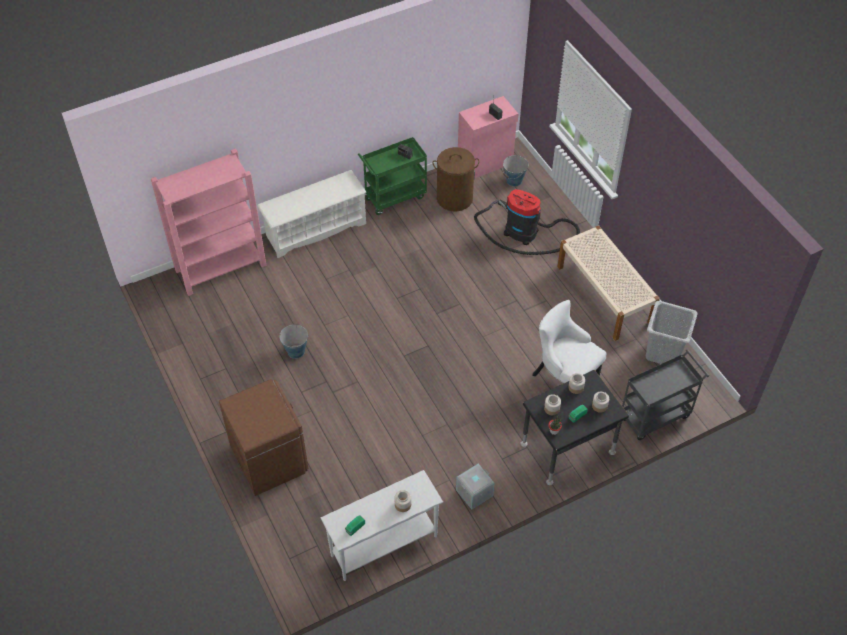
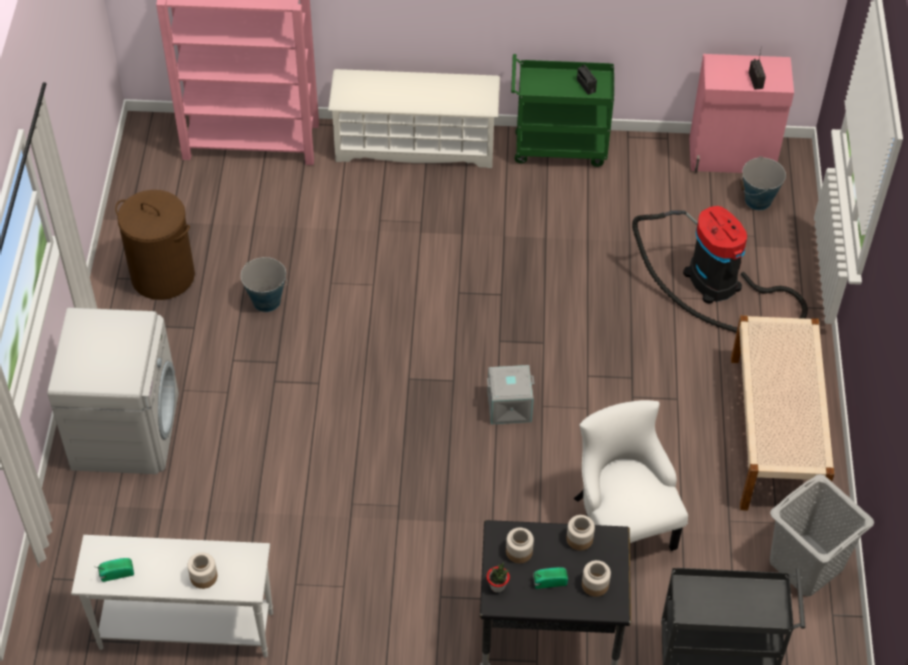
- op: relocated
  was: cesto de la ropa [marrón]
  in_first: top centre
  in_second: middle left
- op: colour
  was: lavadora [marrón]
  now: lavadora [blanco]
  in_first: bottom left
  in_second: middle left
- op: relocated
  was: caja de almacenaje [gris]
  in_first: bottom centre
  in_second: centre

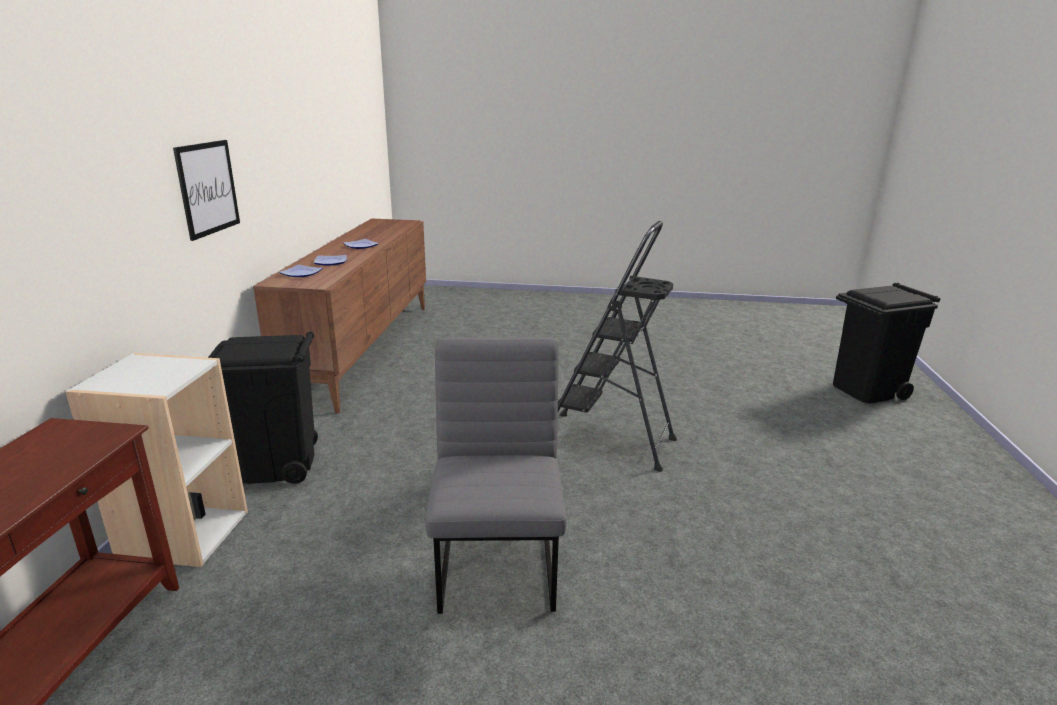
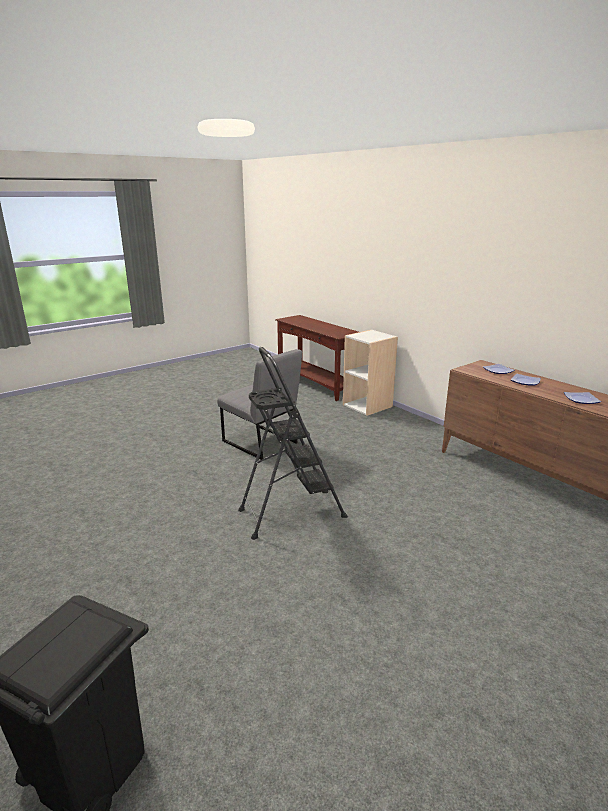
- op: missing
  was: cuadro
  in_first: top left
- op: missing
  was: papelera [negro] (no. 1 from left)
  in_first: middle left

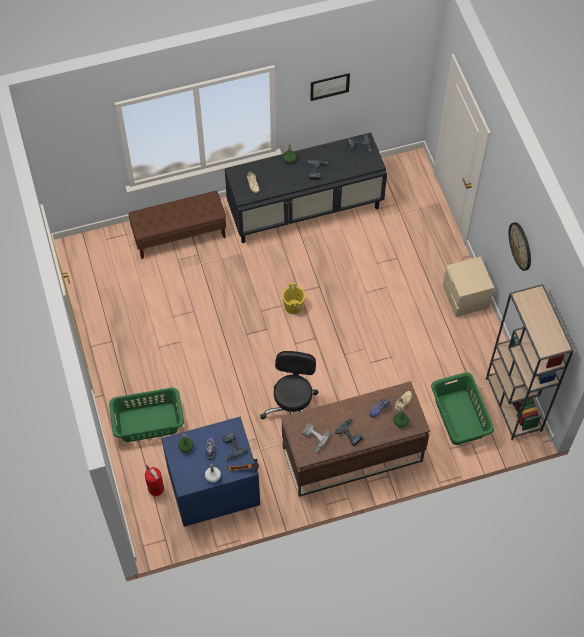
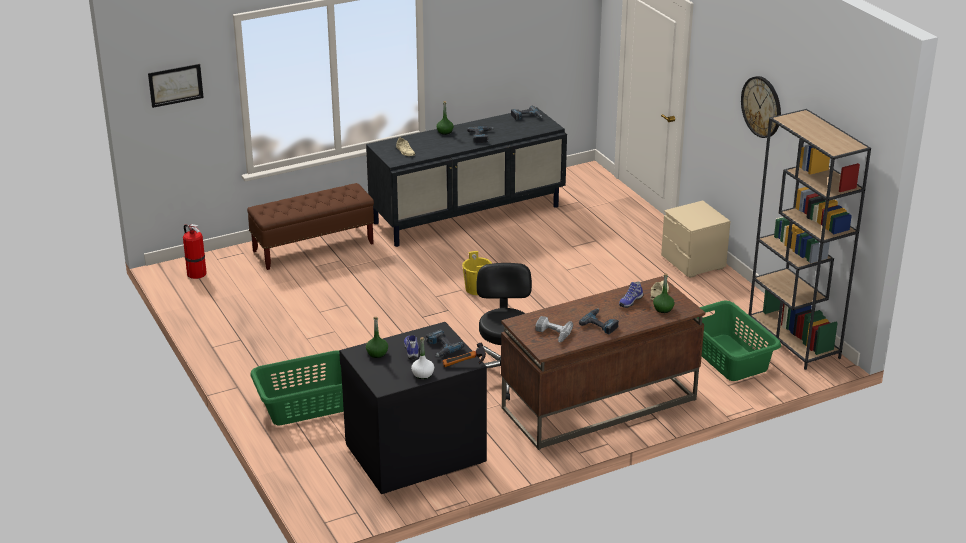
- op: relocated
  was: cuadro
  in_first: top centre
  in_second: top left
- op: colour
  was: lavadora [azul]
  now: lavadora [negro]
  in_first: bottom centre
  in_second: bottom centre
- op: relocated
  was: extintor
  in_first: bottom left
  in_second: middle left

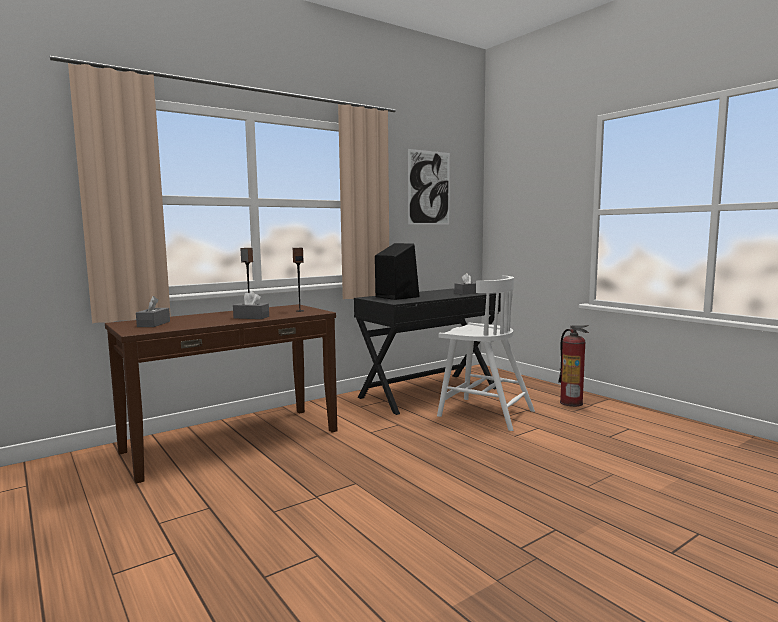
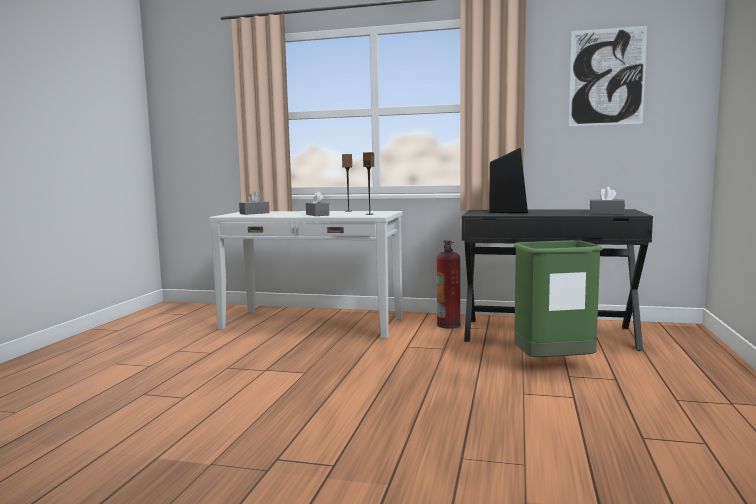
- op: exchanged
  was: silla [blanco]
  now: papelera [verde]
  in_first: centre
  in_second: middle right
- op: colour
  was: mesa consola [marrón]
  now: mesa consola [blanco]
  in_first: middle left
  in_second: centre
- op: relocated
  was: extintor
  in_first: middle right
  in_second: centre

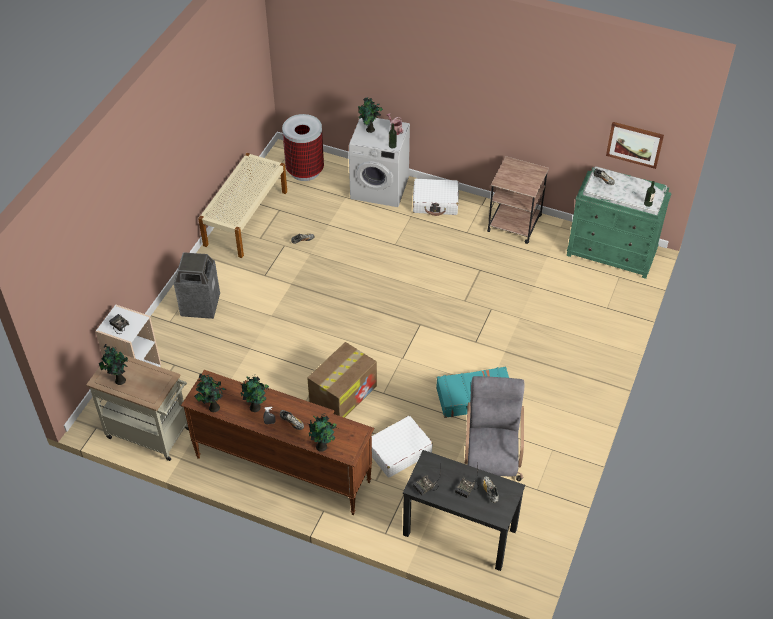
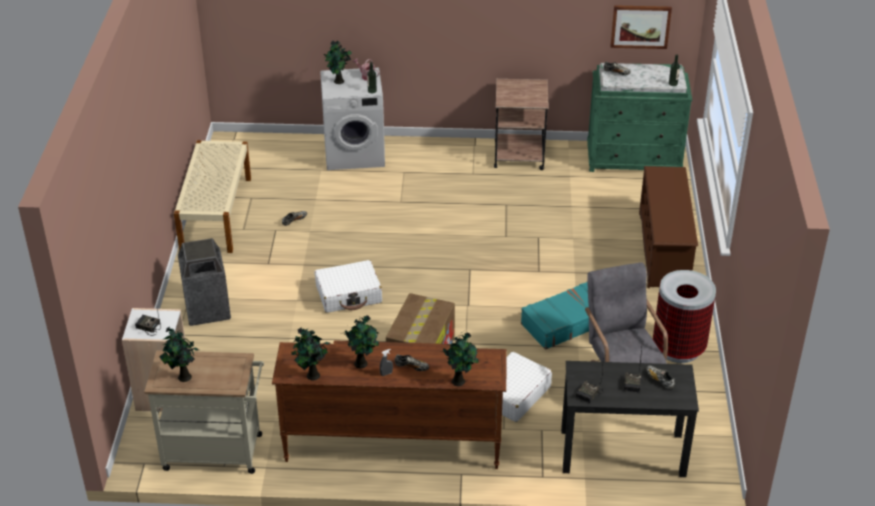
- op: relocated
  was: papelera (no. 2 from left)
  in_first: top centre
  in_second: middle right
- op: relocated
  was: maleta [blanco] (no. 2 from left in the first image)
  now: maleta [blanco] (no. 1 from left)
  in_first: top centre
  in_second: centre
- op: appeared
  now: zapatero [marrón]
  in_second: middle right

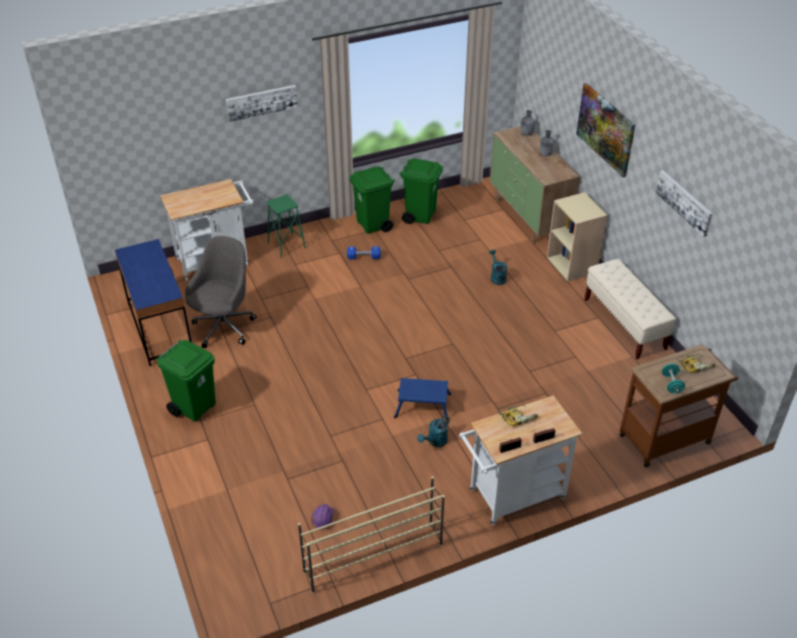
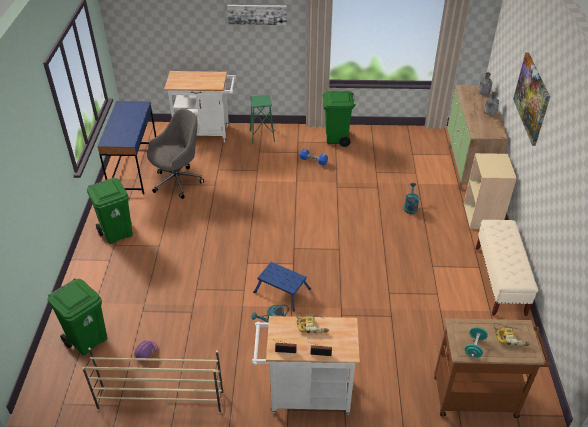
- op: relocated
  was: papelera [verde] (no. 3 from left in the first image)
  now: papelera [verde] (no. 1 from left)
  in_first: top centre
  in_second: bottom left
- op: missing
  was: cuadro (no. 3 from left)
  in_first: top right

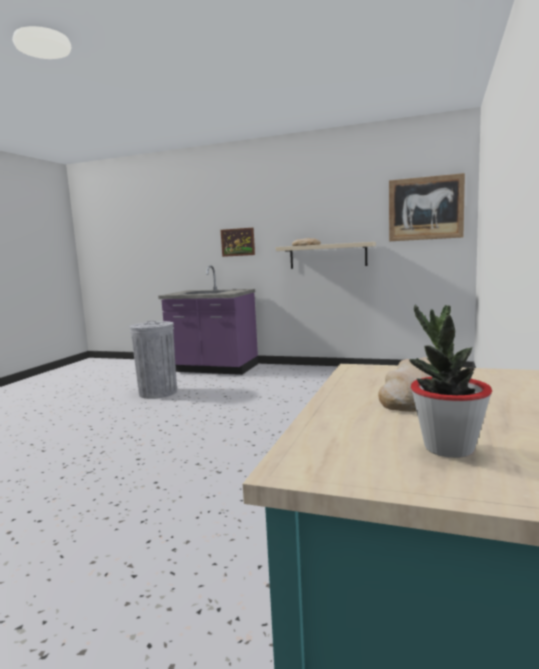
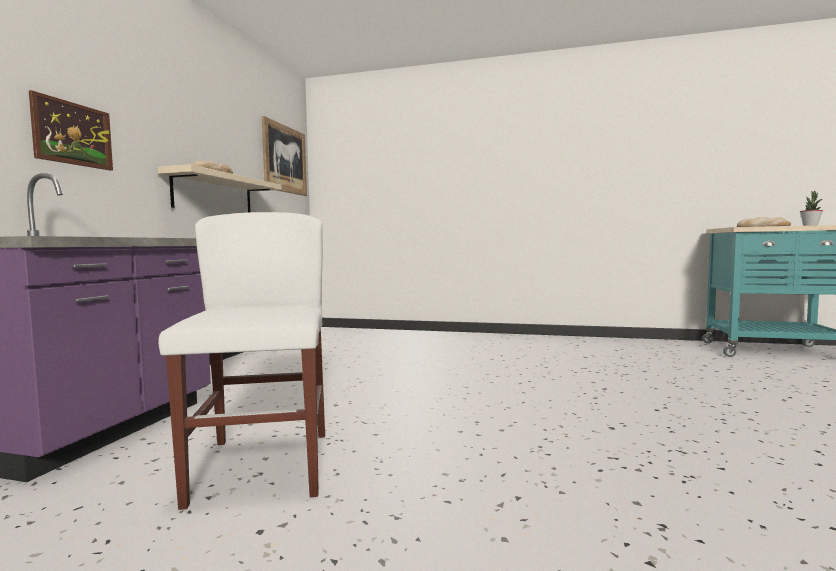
- op: exchanged
  was: papelera [gris]
  now: silla [blanco]
  in_first: middle left
  in_second: middle left

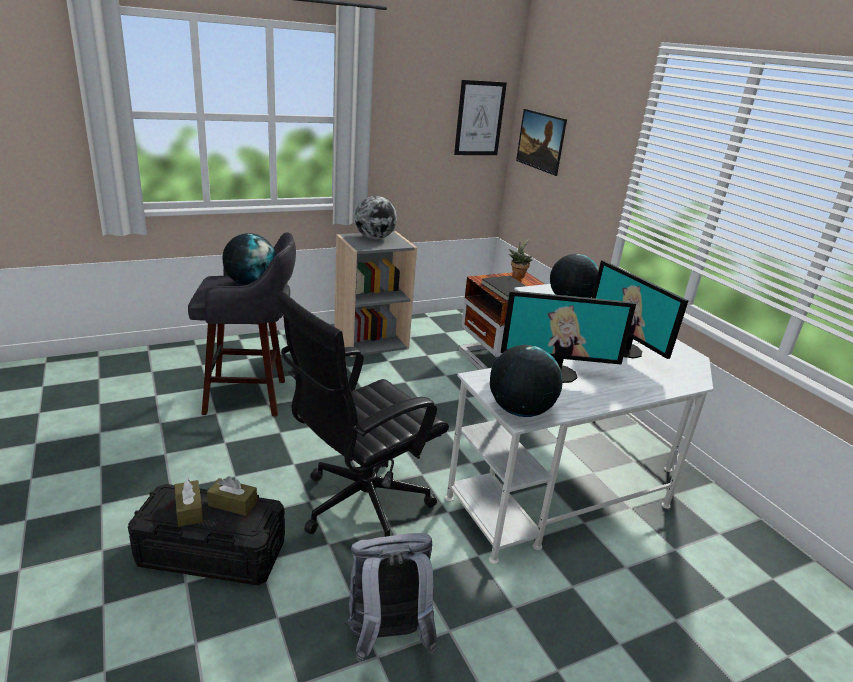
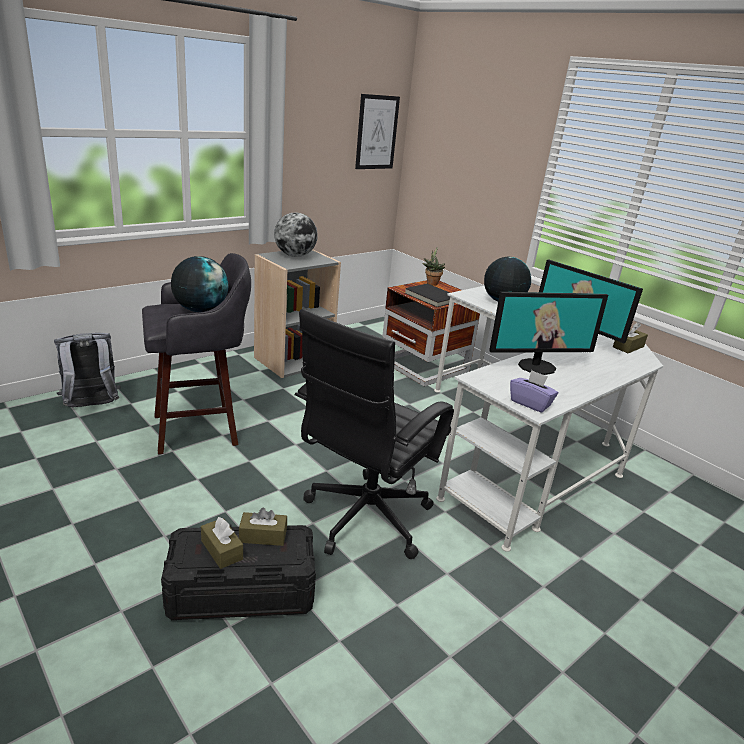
- op: missing
  was: cuadro (no. 2 from left)
  in_first: top centre
- op: exchanged
  was: globo terráqueo (no. 3 from left)
  now: caja de pañuelos [morado]
  in_first: centre
  in_second: middle right
- op: relocated
  was: mochila [gris]
  in_first: bottom centre
  in_second: middle left
- op: appeared
  now: caja de pañuelos [marrón] (no. 3 from left)
  in_second: middle right

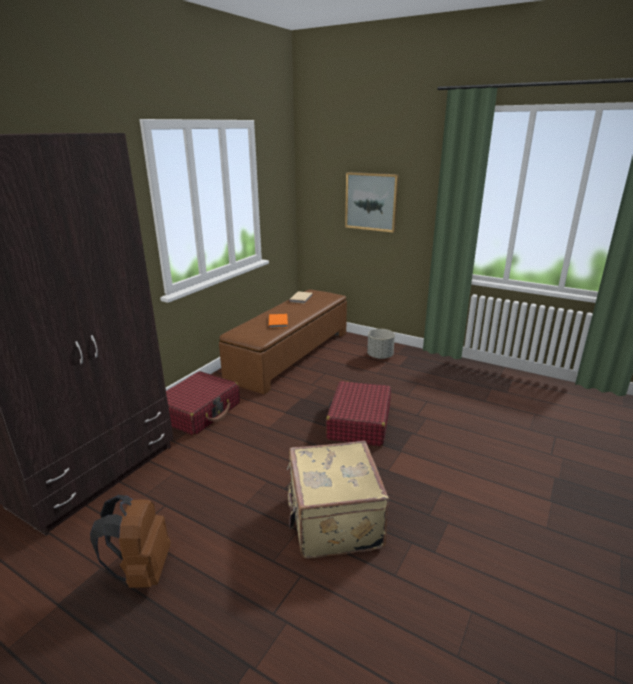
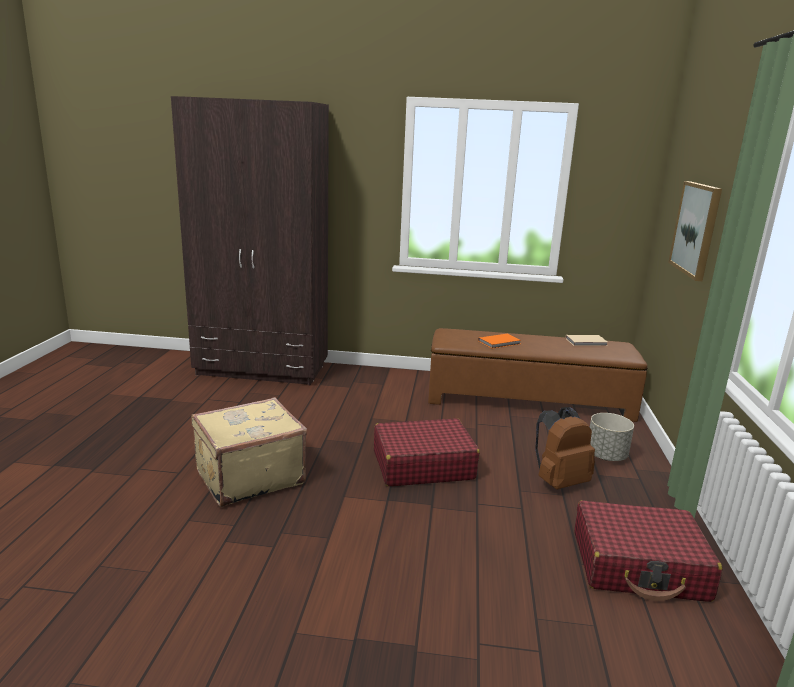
- op: relocated
  was: maleta [rojo] (no. 1 from left in the first image)
  now: maleta [rojo] (no. 2 from left)
  in_first: middle left
  in_second: bottom right
- op: relocated
  was: mochila [marrón]
  in_first: bottom left
  in_second: middle right

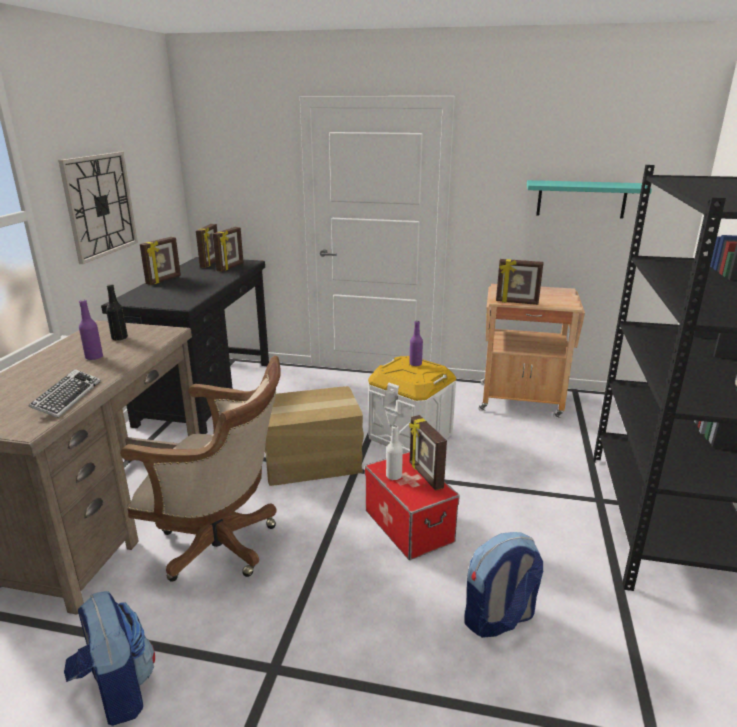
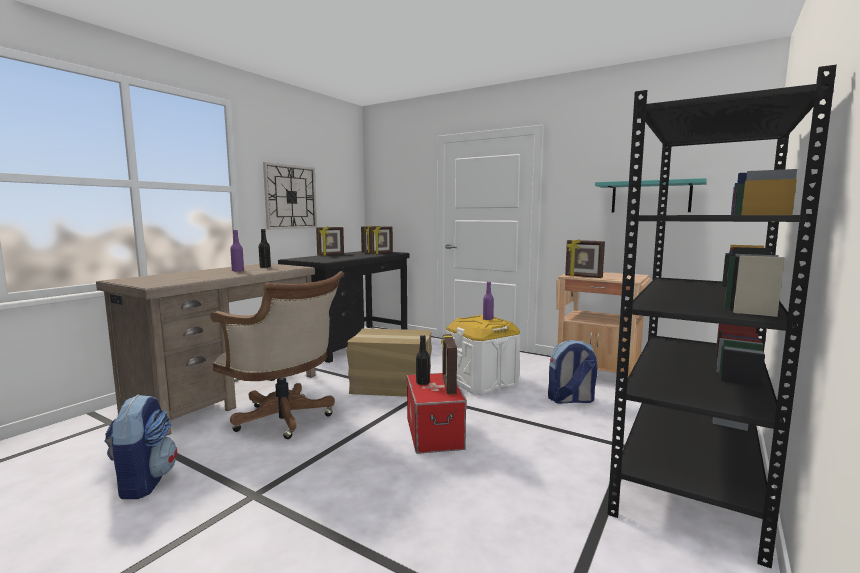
- op: missing
  was: teclado
  in_first: middle left
- op: colour
  was: botella [blanco]
  now: botella [negro] (no. 2 from left)
  in_first: centre
  in_second: centre
- op: relocated
  was: mochila (no. 2 from left)
  in_first: bottom right
  in_second: centre

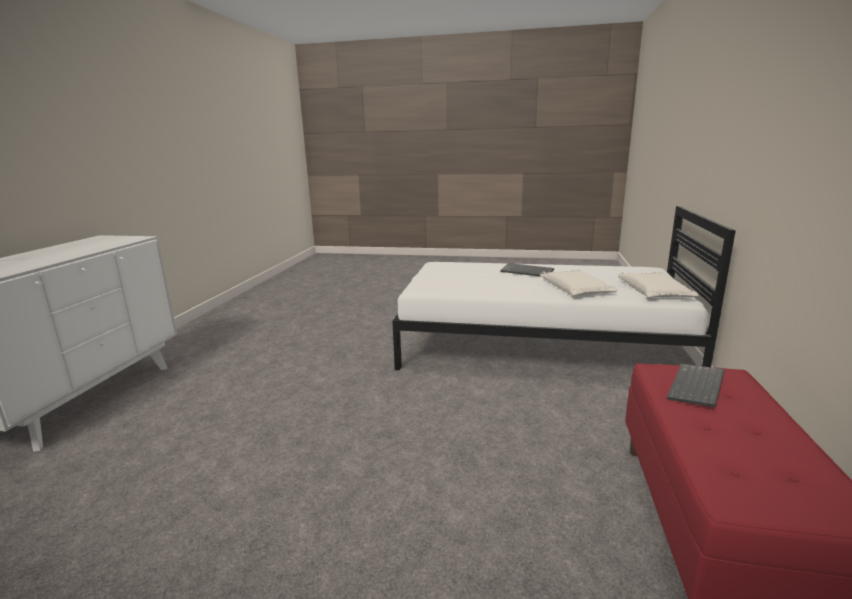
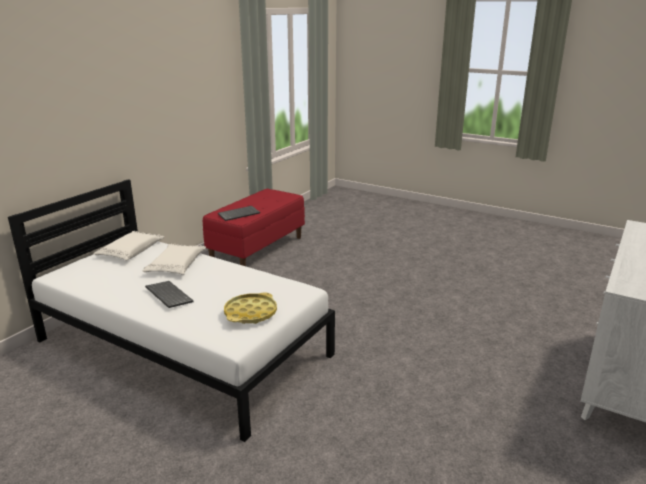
- op: appeared
  now: bandeja [amarillo]
  in_second: centre

